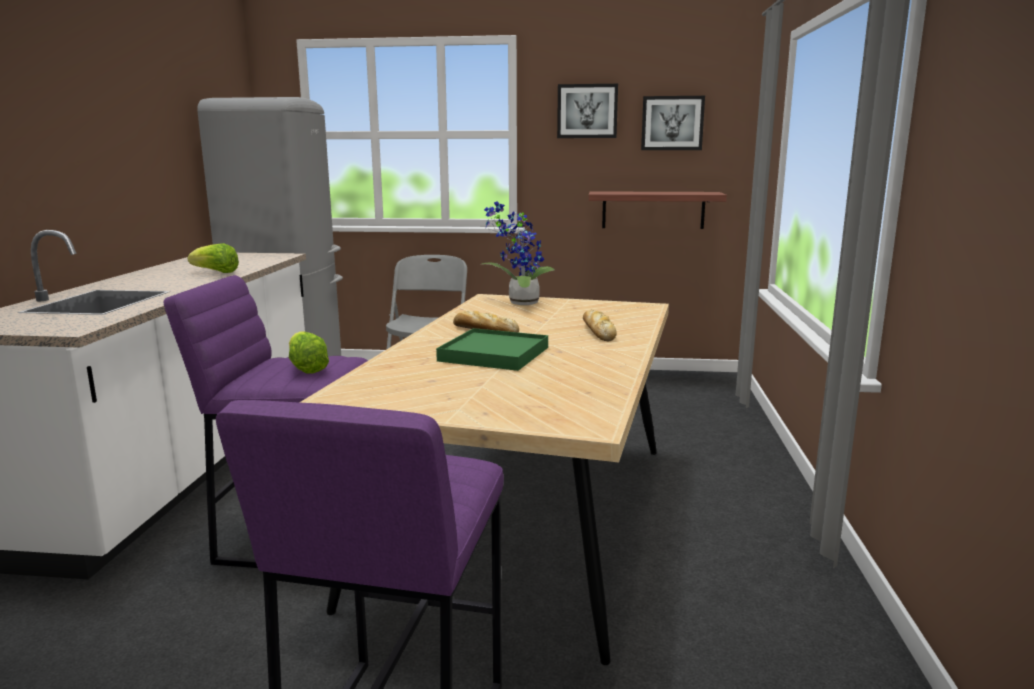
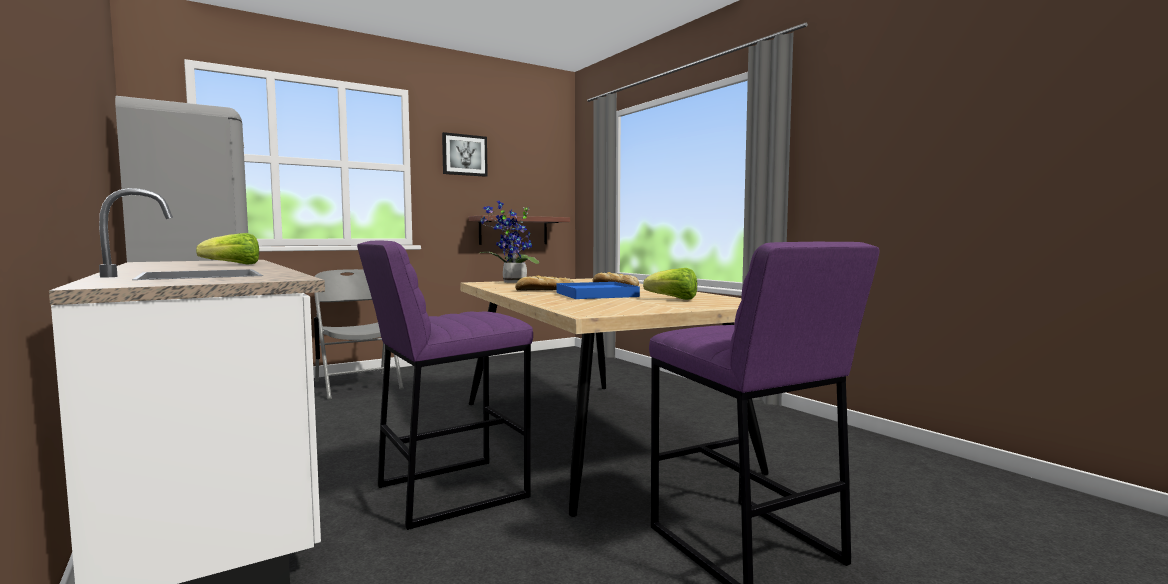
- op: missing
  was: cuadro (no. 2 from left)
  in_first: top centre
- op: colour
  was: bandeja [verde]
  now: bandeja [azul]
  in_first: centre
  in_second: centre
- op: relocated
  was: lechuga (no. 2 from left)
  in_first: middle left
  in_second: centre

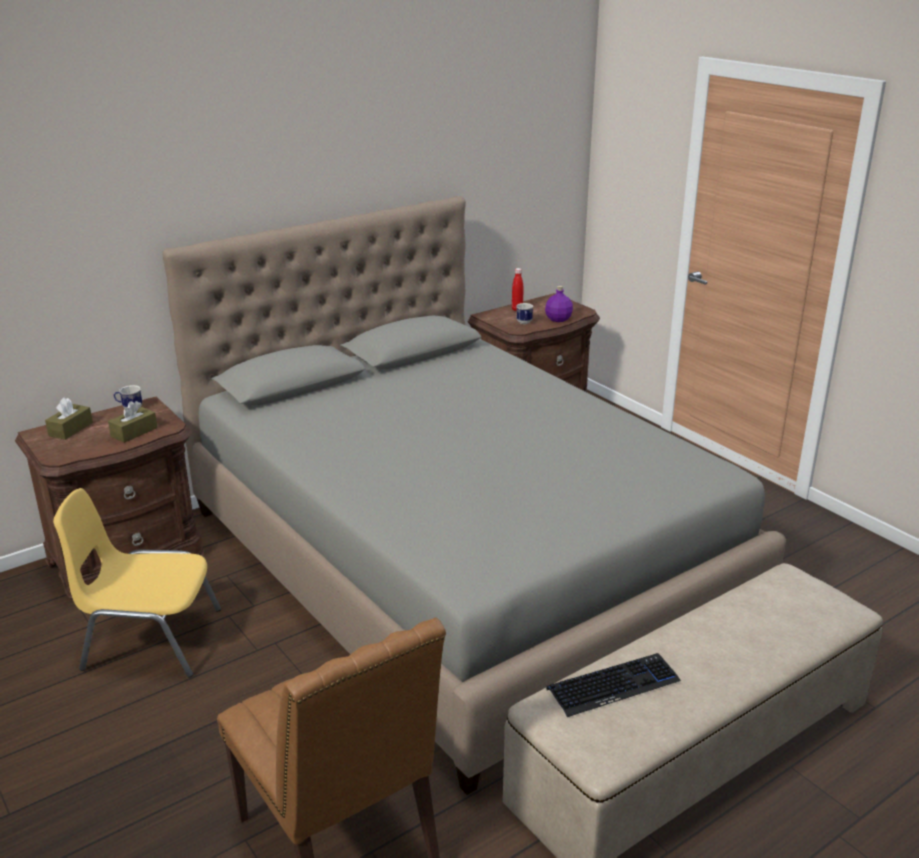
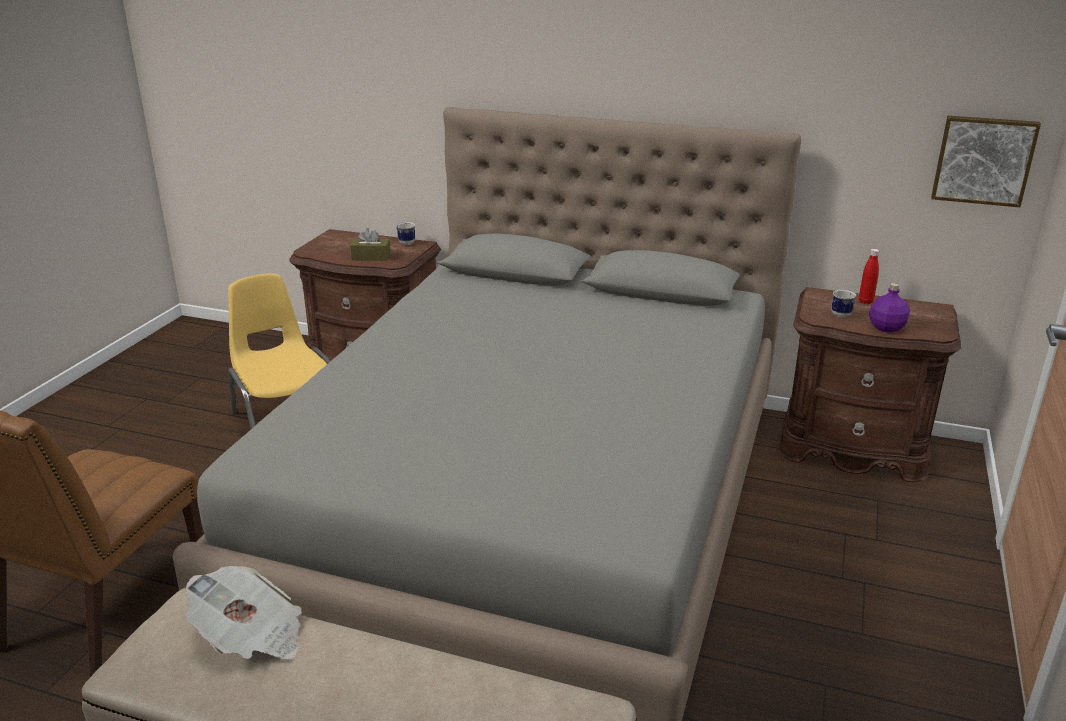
- op: missing
  was: caja de pañuelos [marrón] (no. 1 from left)
  in_first: middle left
- op: exchanged
  was: teclado
  now: periódico
  in_first: bottom right
  in_second: bottom left
- op: appeared
  now: cuadro
  in_second: top right

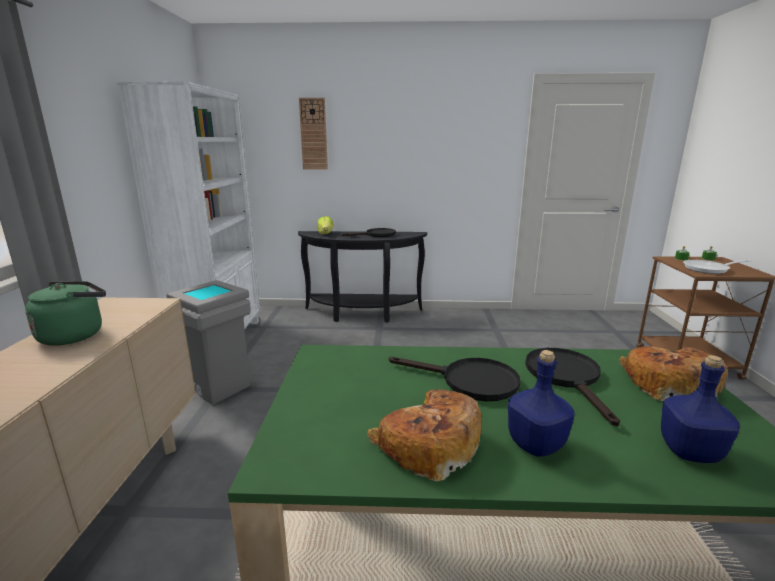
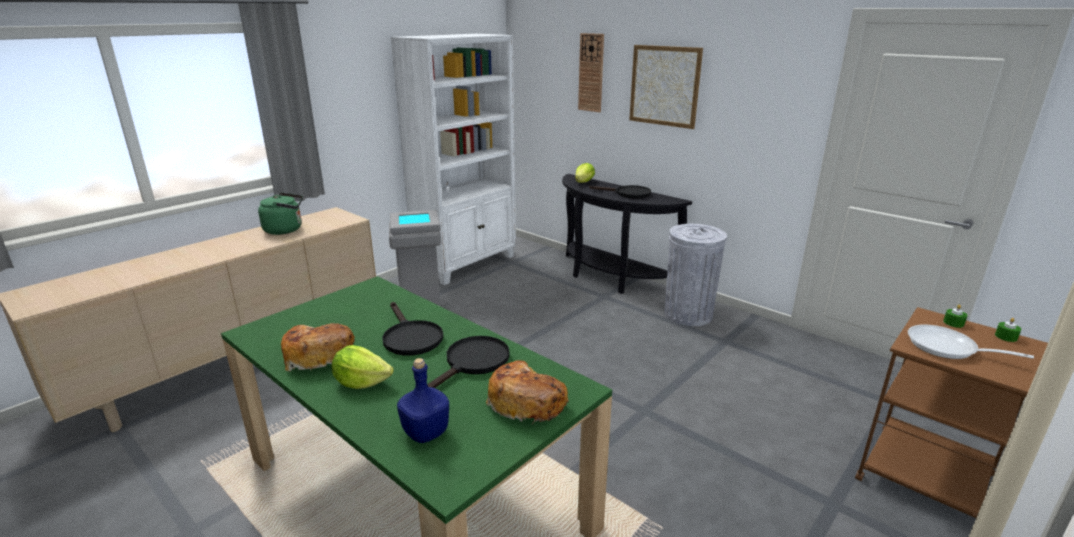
- op: exchanged
  was: botella [azul] (no. 1 from left)
  now: lechuga (no. 1 from left)
  in_first: bottom right
  in_second: bottom centre
- op: appeared
  now: cuadro
  in_second: top centre
- op: appeared
  now: papelera [gris] (no. 2 from left)
  in_second: centre

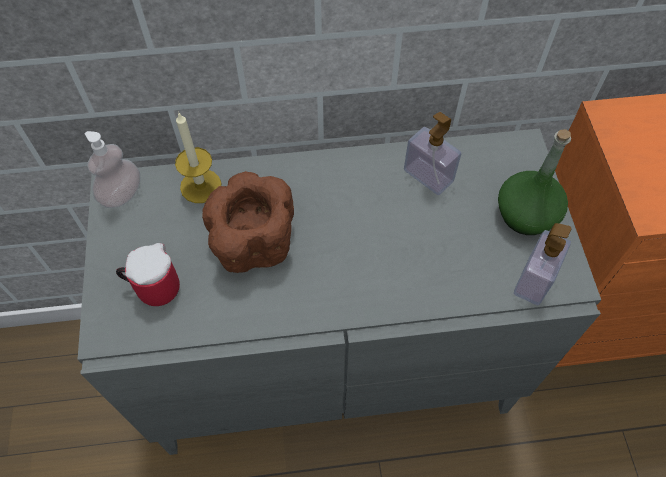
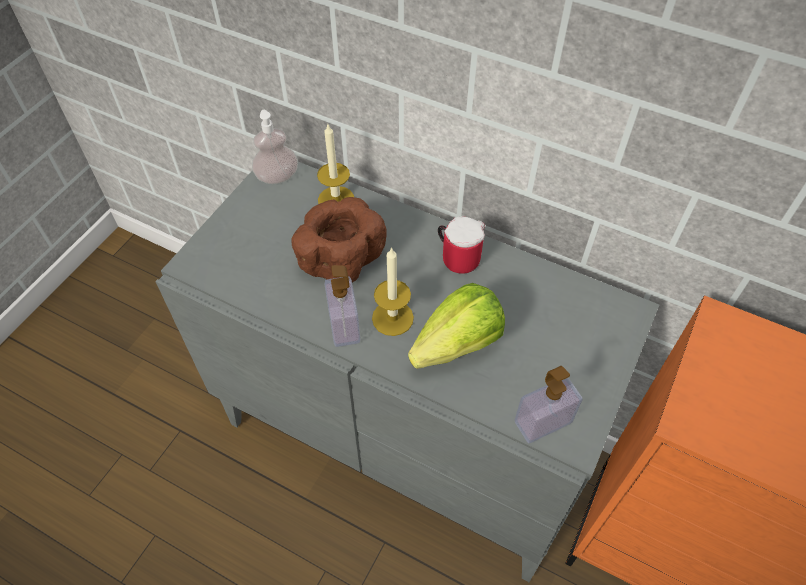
- op: relocated
  was: dispensador de jabón (no. 2 from left)
  in_first: top centre
  in_second: centre
- op: missing
  was: botella [verde]
  in_first: middle right
- op: relocated
  was: taza grande
  in_first: middle left
  in_second: centre
- op: appeared
  now: vela (no. 2 from left)
  in_second: centre
- op: appeared
  now: lechuga
  in_second: centre

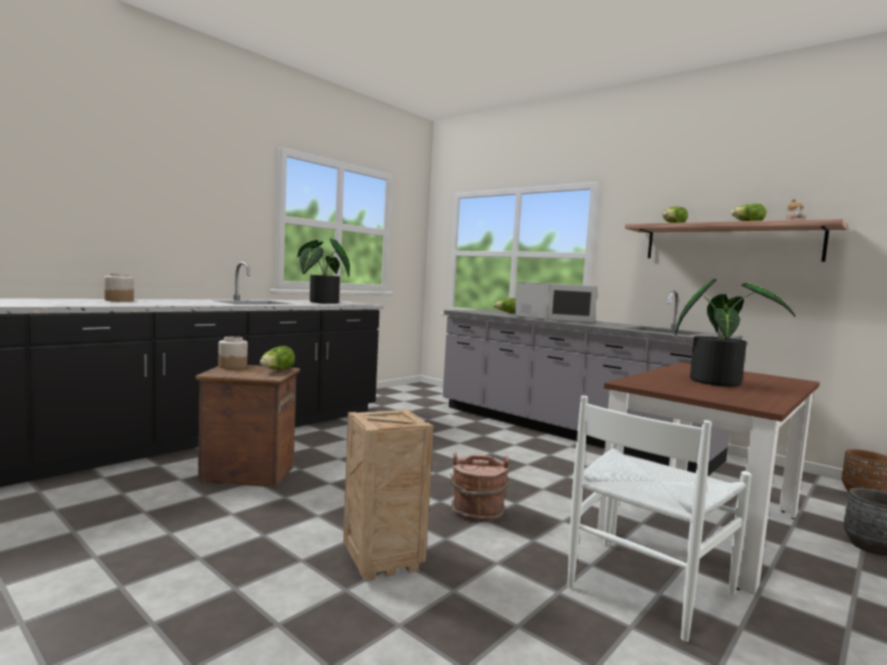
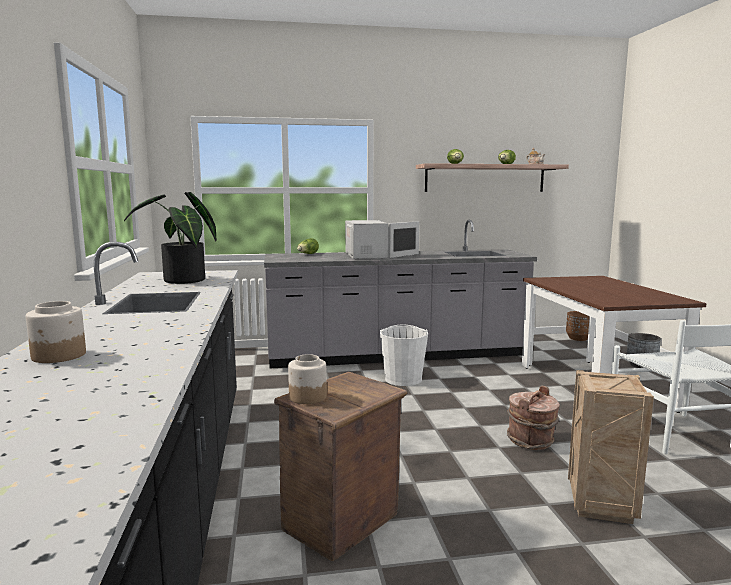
- op: missing
  was: planta en maceta (no. 2 from left)
  in_first: middle right
- op: missing
  was: lechuga (no. 1 from left)
  in_first: middle left
- op: appeared
  now: cubo [blanco]
  in_second: centre

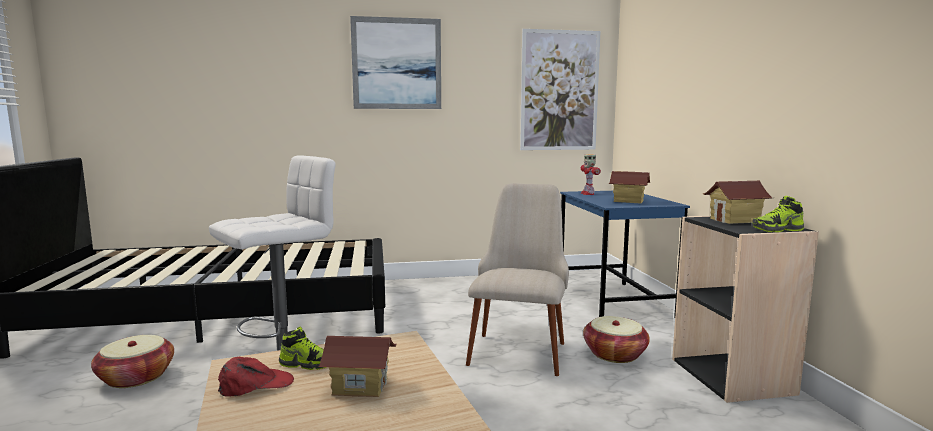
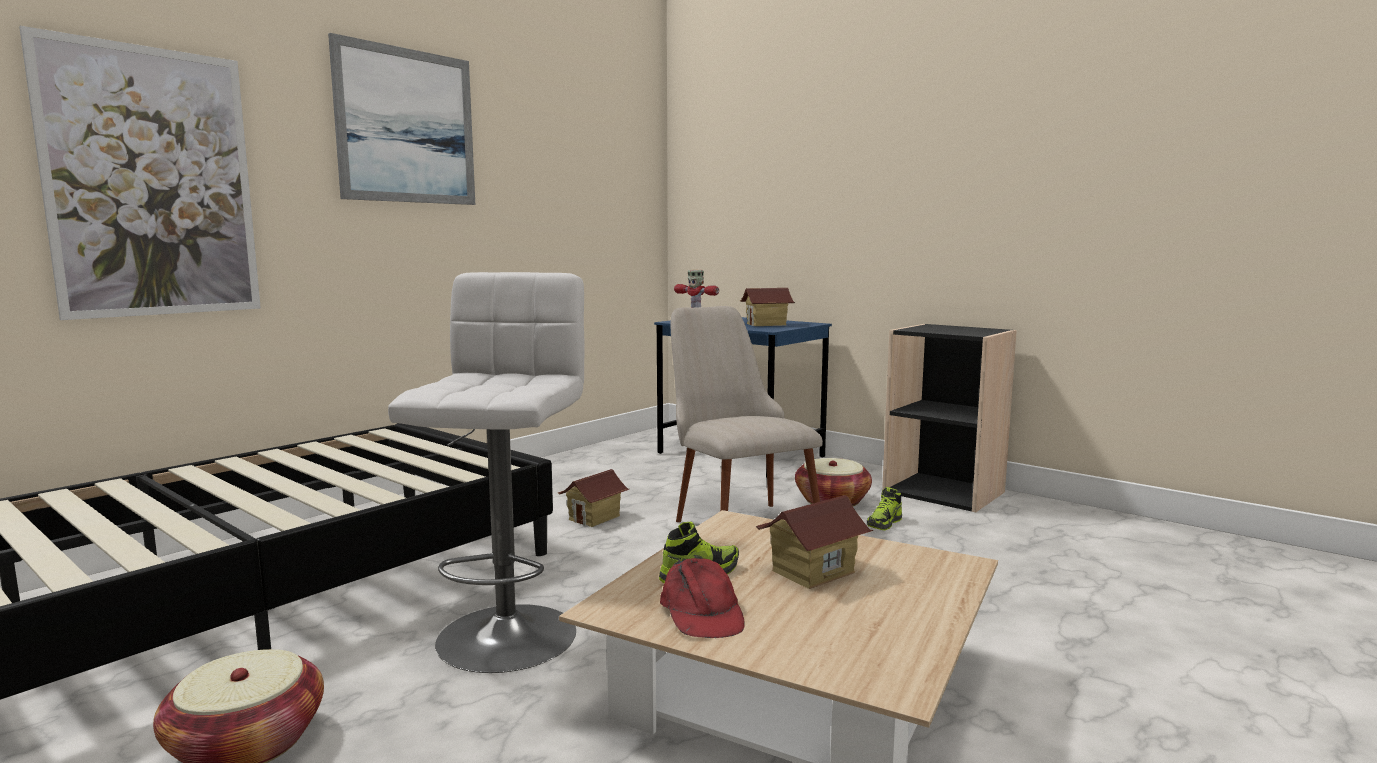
- op: relocated
  was: cuadro (no. 2 from left in the first image)
  now: cuadro (no. 1 from left)
  in_first: top centre
  in_second: top left
- op: relocated
  was: casita (no. 3 from left in the first image)
  now: casita (no. 1 from left)
  in_first: middle right
  in_second: centre
- op: relocated
  was: zapato (no. 2 from left)
  in_first: middle right
  in_second: centre
- op: spun
  was: gorra [rojo]
  in_first: bottom left
  in_second: bottom centre
  clockwise: 135

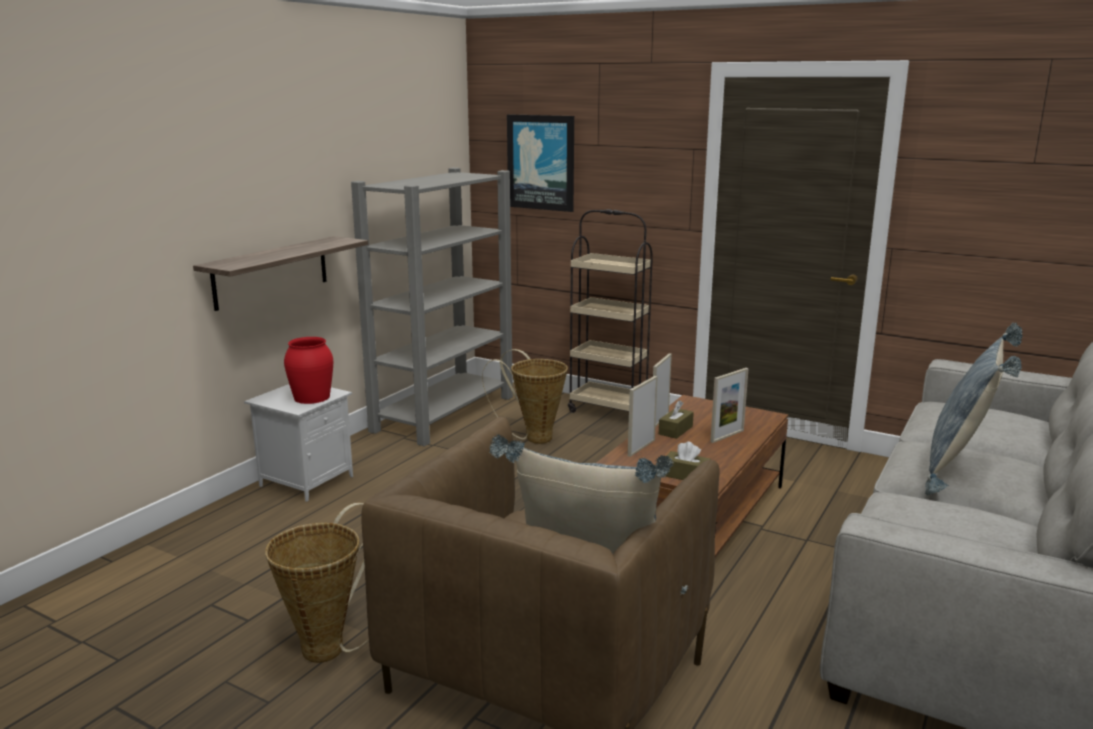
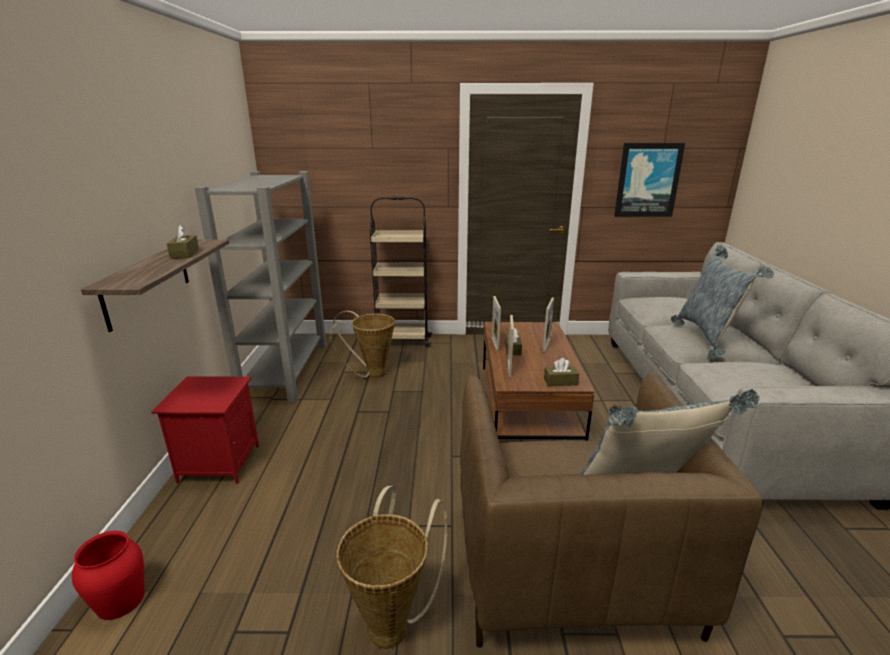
- op: relocated
  was: cuadro
  in_first: top centre
  in_second: top right
- op: relocated
  was: florero [rojo]
  in_first: middle left
  in_second: bottom left
- op: colour
  was: mesita de noche [gris]
  now: mesita de noche [rojo]
  in_first: middle left
  in_second: middle left
- op: appeared
  now: caja de pañuelos [marrón] (no. 1 from left)
  in_second: middle left

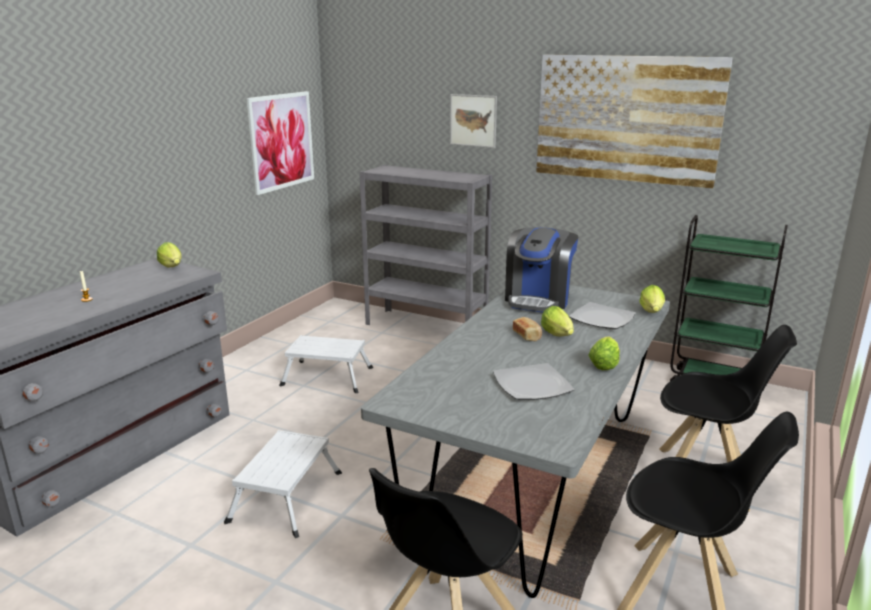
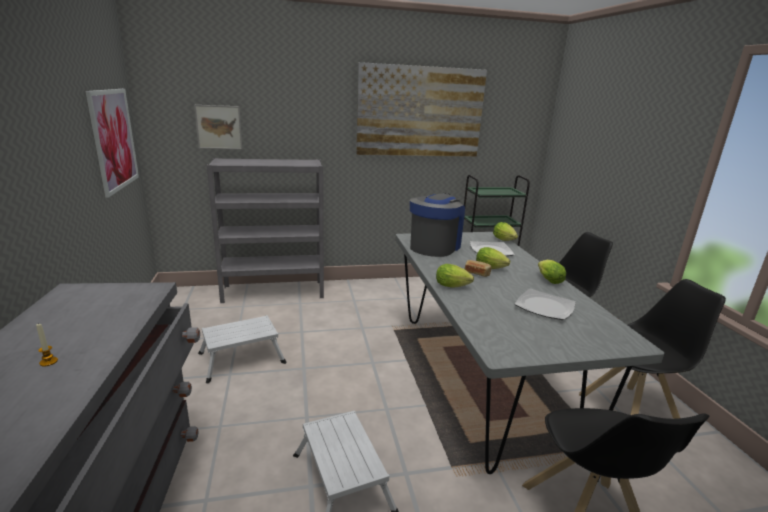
- op: relocated
  was: cuadro (no. 2 from left)
  in_first: top centre
  in_second: top left
- op: spun
  was: cafetera
  in_first: centre
  in_second: centre
  clockwise: -135
- op: relocated
  was: lechuga (no. 1 from left)
  in_first: middle left
  in_second: centre

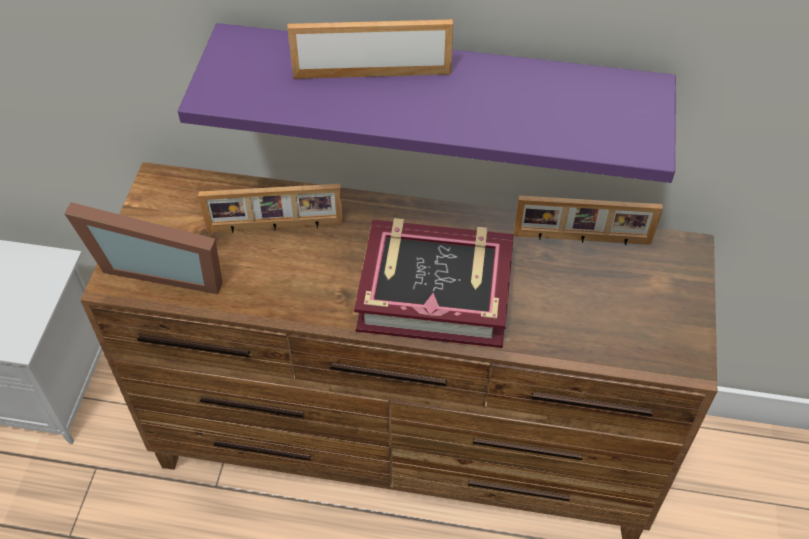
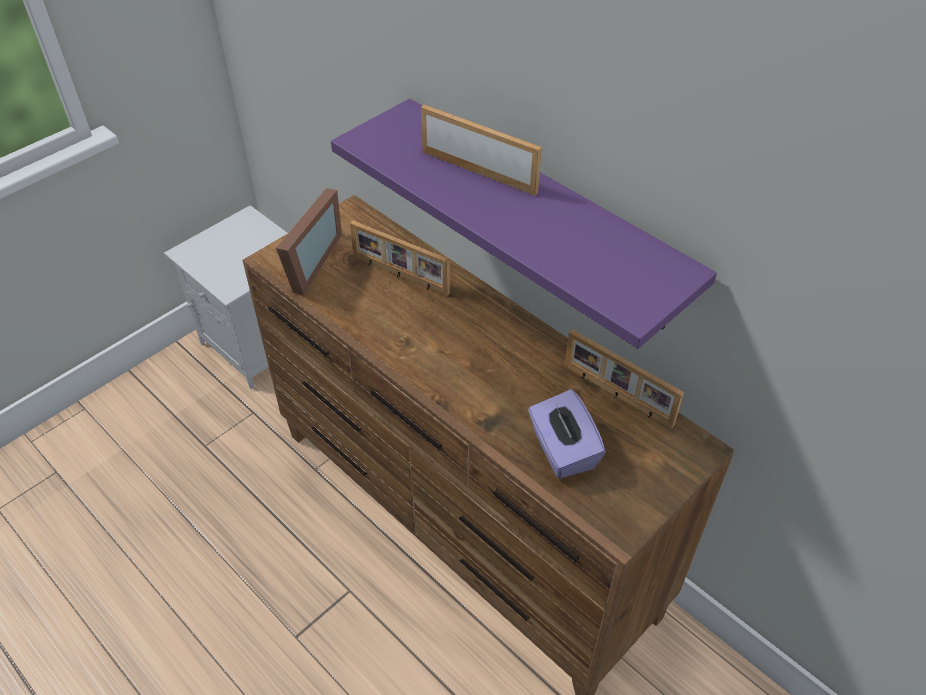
- op: spun
  was: portarretratos (no. 1 from left)
  in_first: middle left
  in_second: centre
  clockwise: -120
- op: missing
  was: libro
  in_first: centre
- op: appeared
  now: caja de pañuelos [morado]
  in_second: centre

